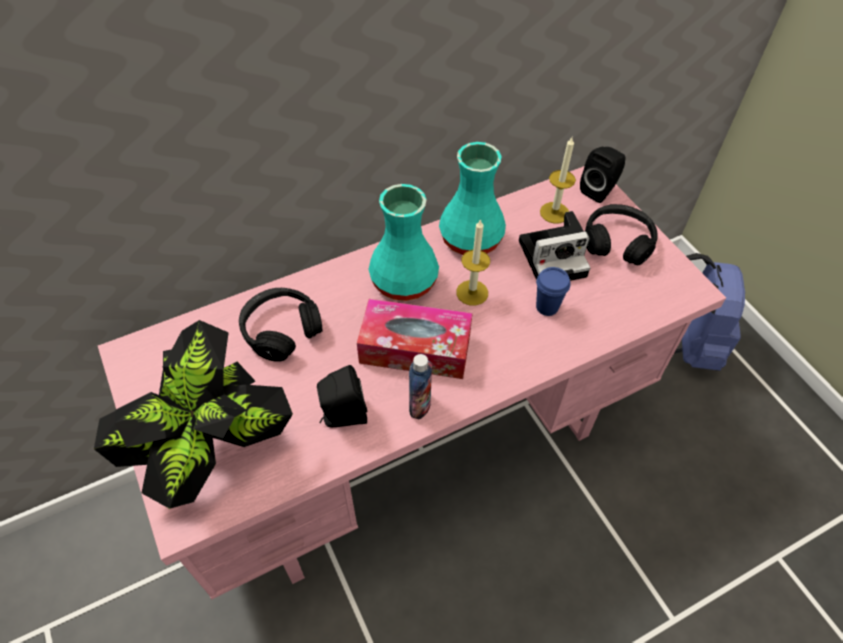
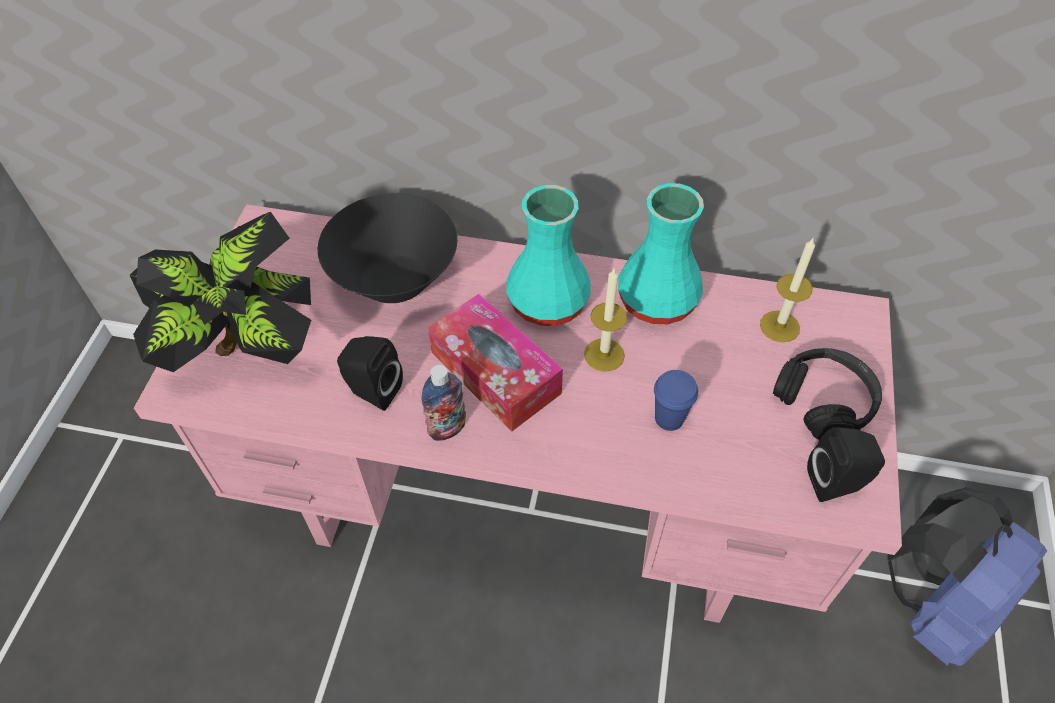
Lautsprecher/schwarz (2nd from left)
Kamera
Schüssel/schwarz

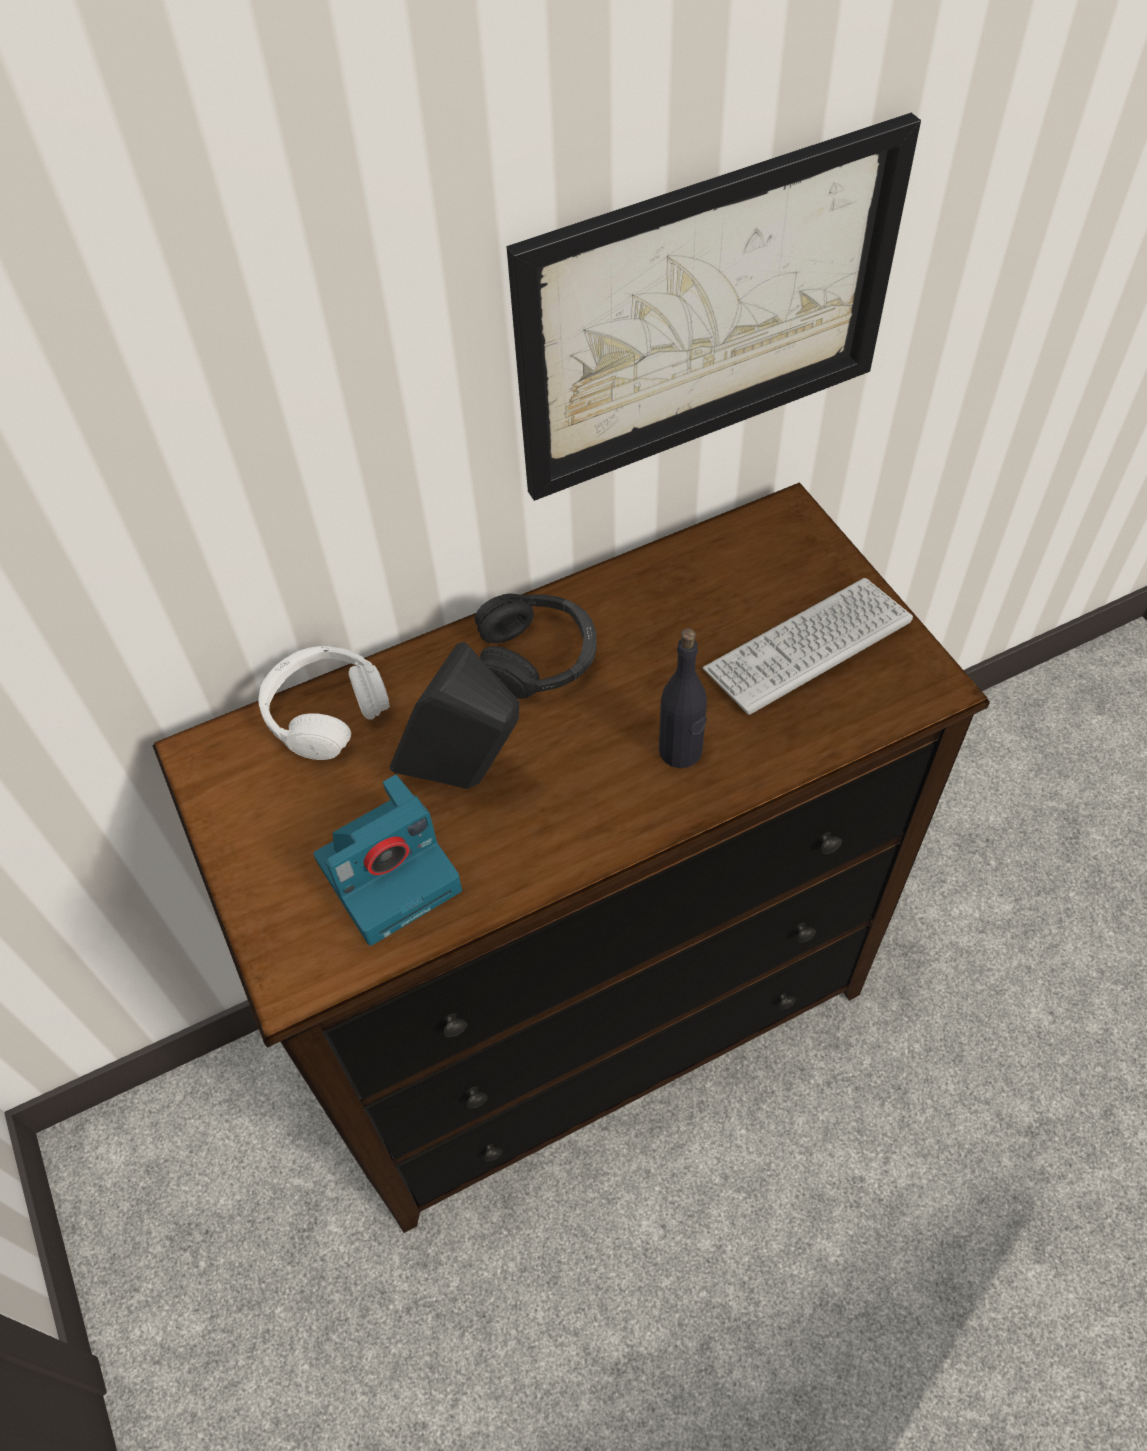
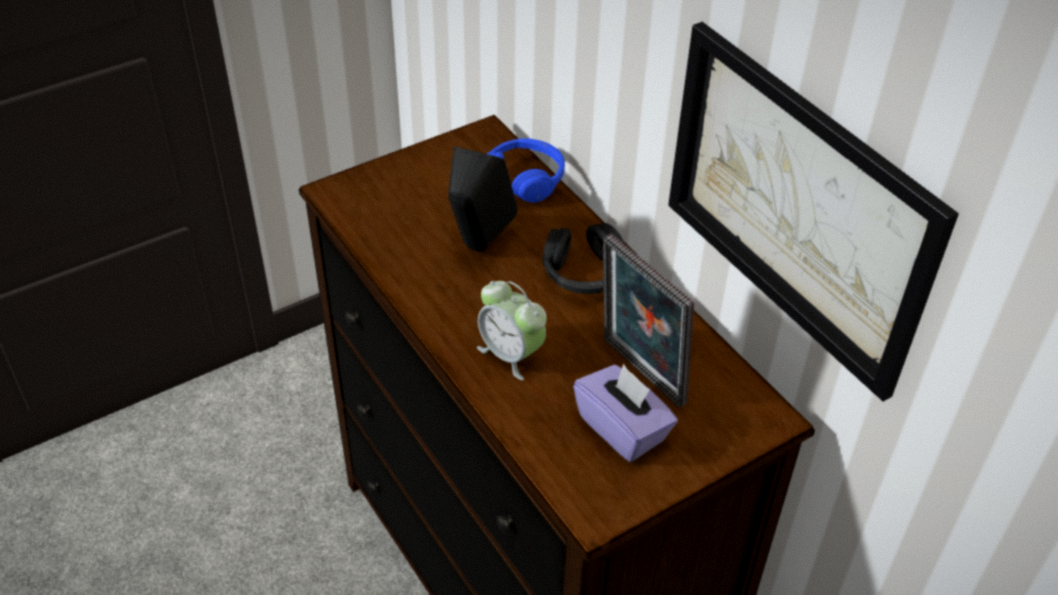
Taschentuchbox/lila
Wecker
Kopfhörer/blau
Kamera
Bilderrahmen

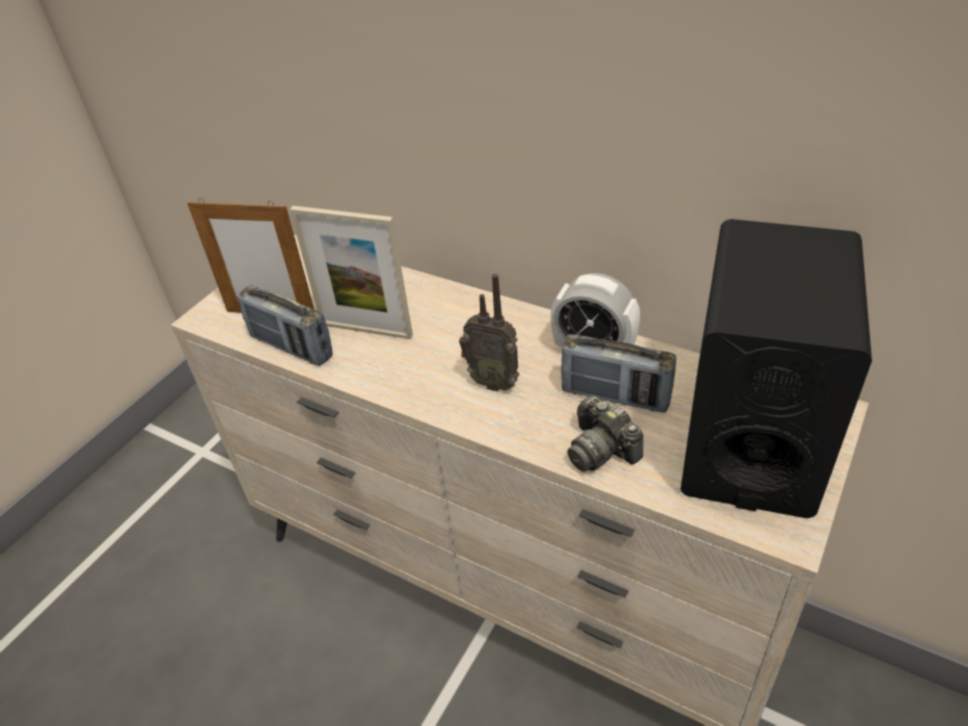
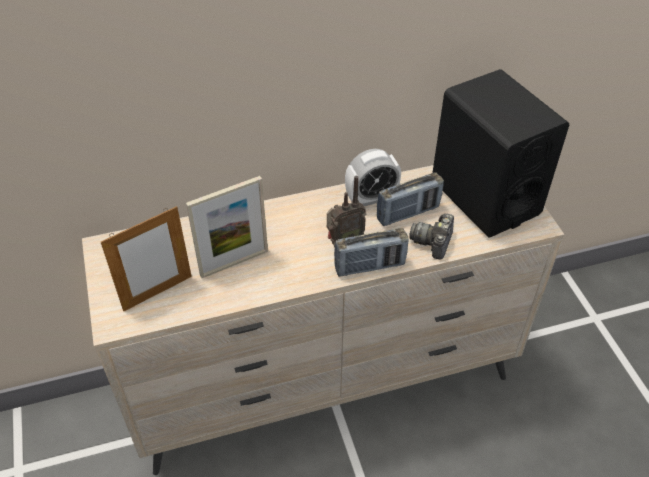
Radio (2nd from left)
Kamera

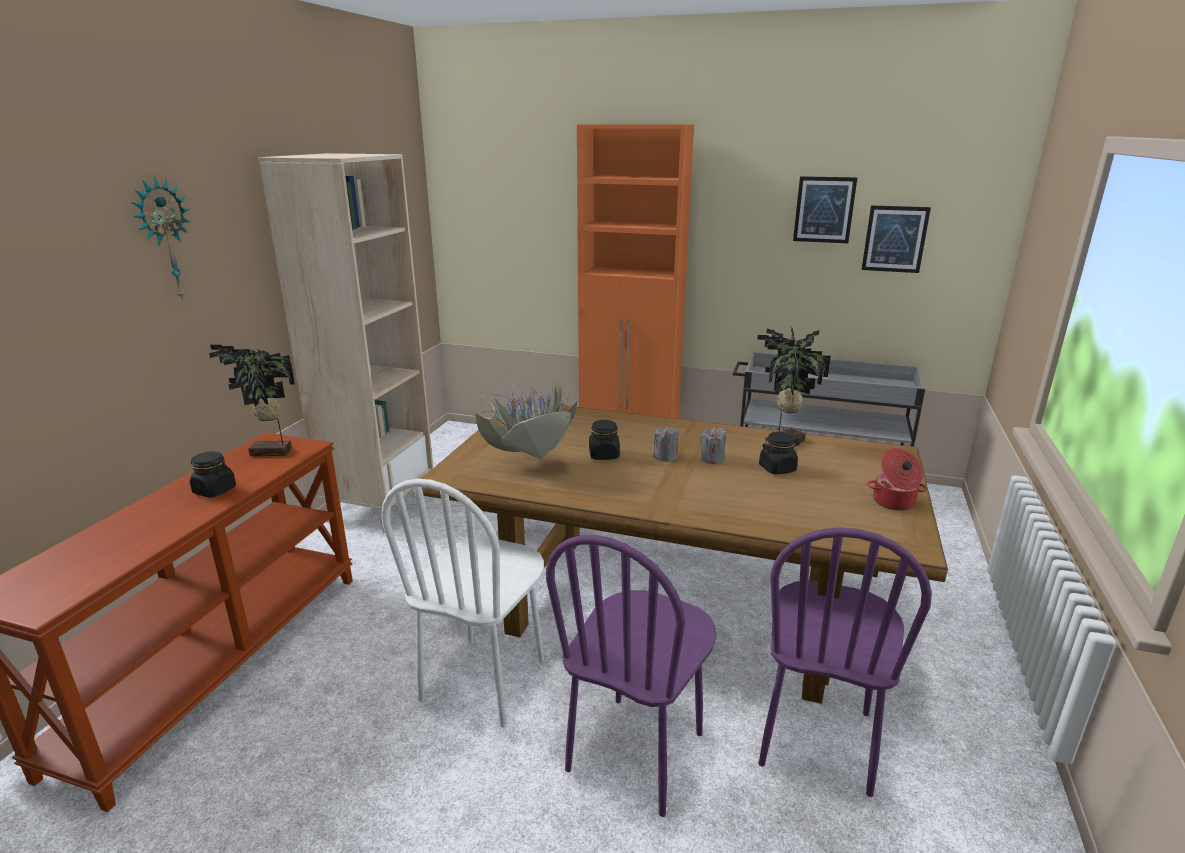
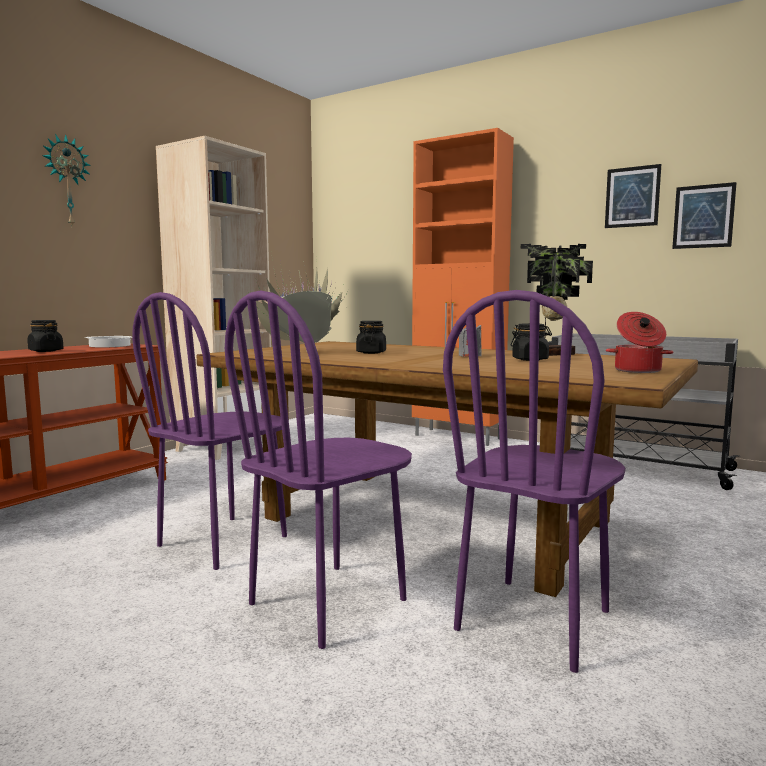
Kochtopf (1st from left)
Kerze/grau (1st from left in the first image)
Stuhl/lila (1st from left)

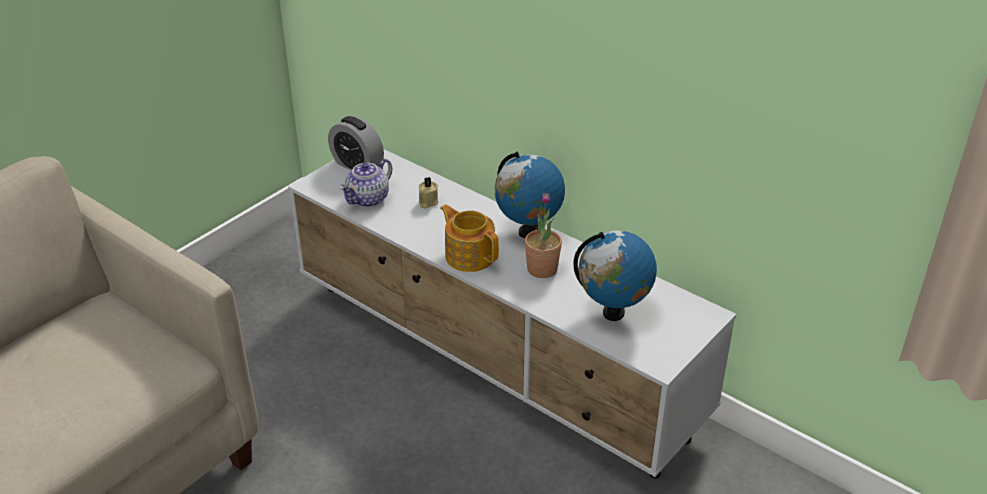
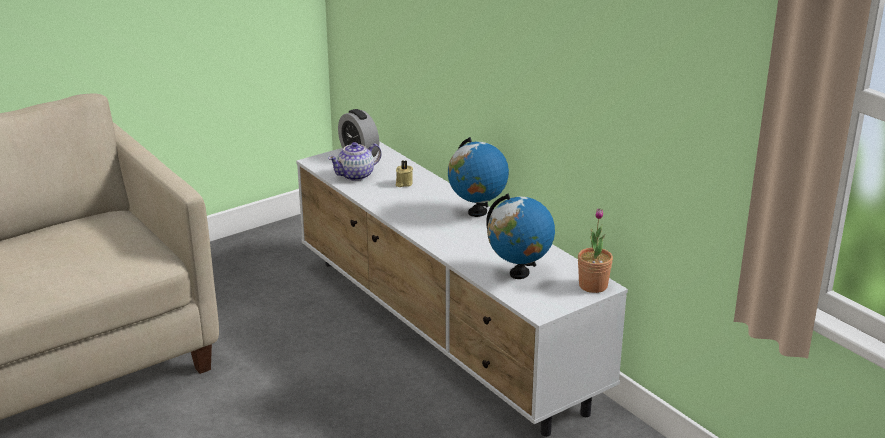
Topfpflanze
Teekanne (2nd from left in the first image)

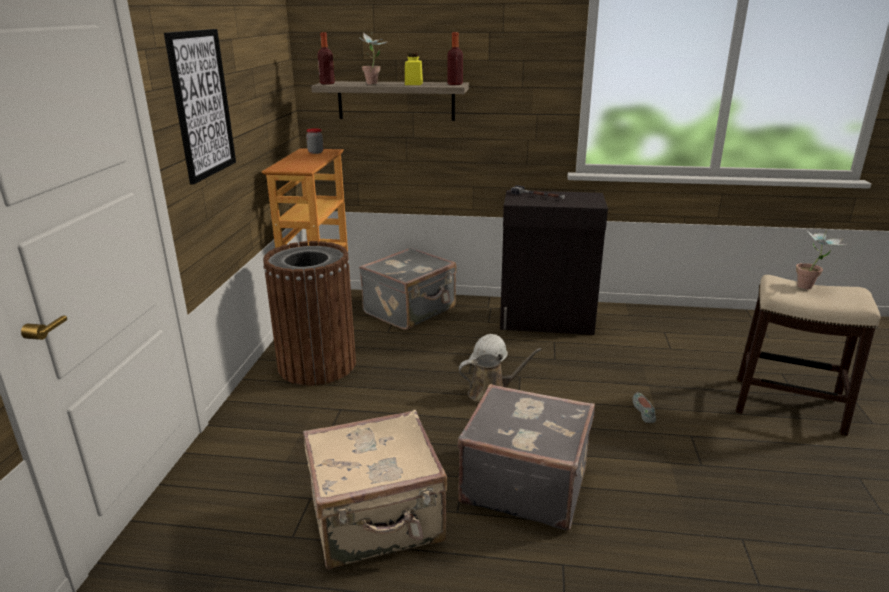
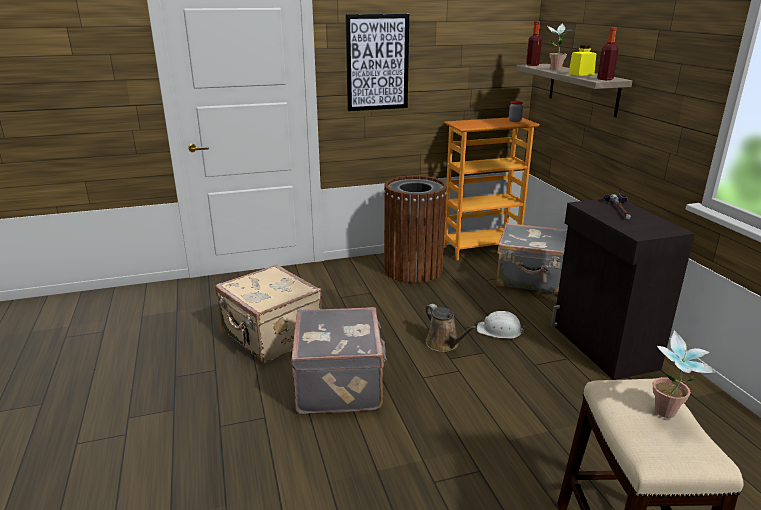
Schuh/grau

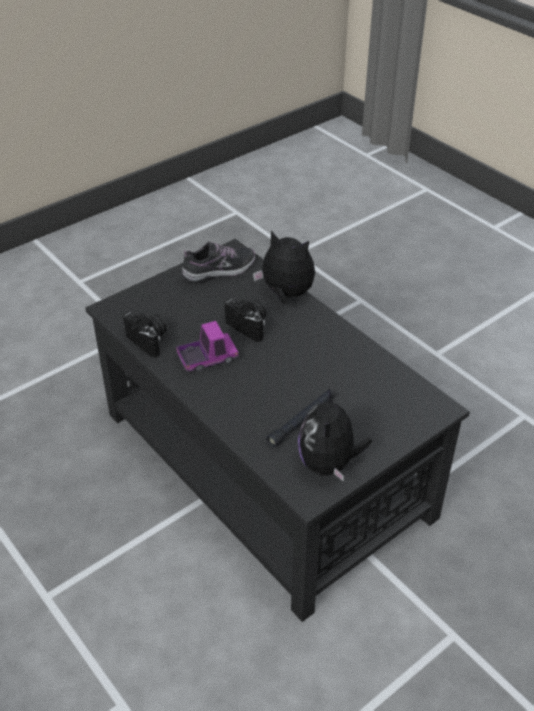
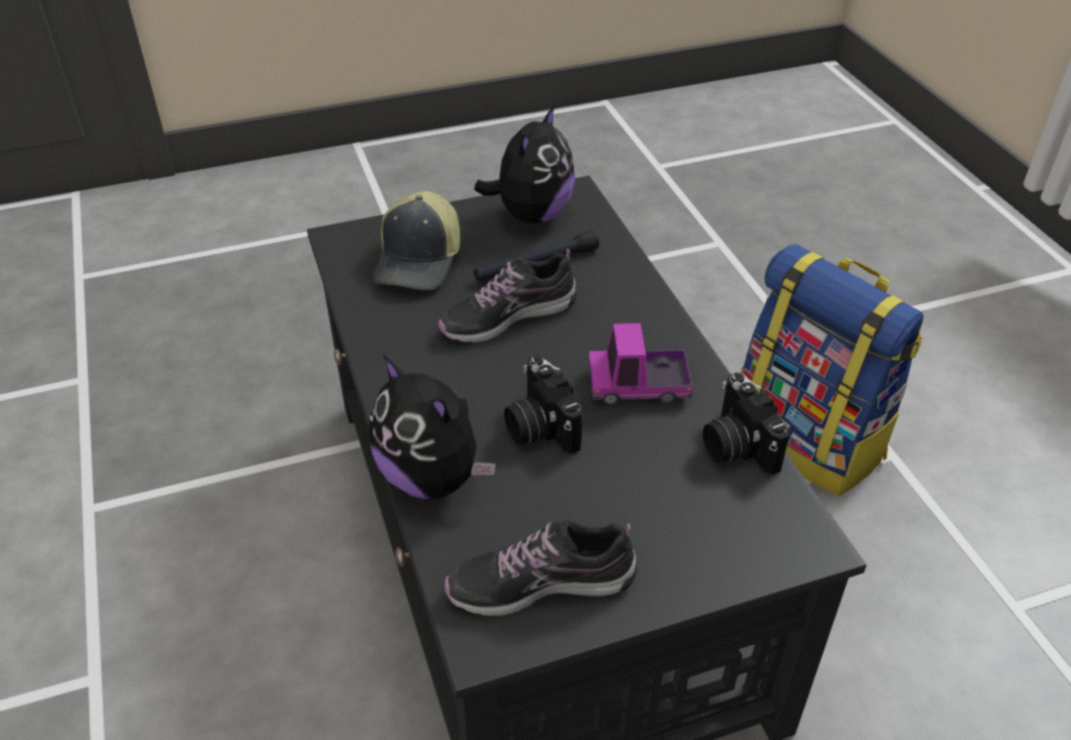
Kappe
Rucksack
Schuh (1st from left)

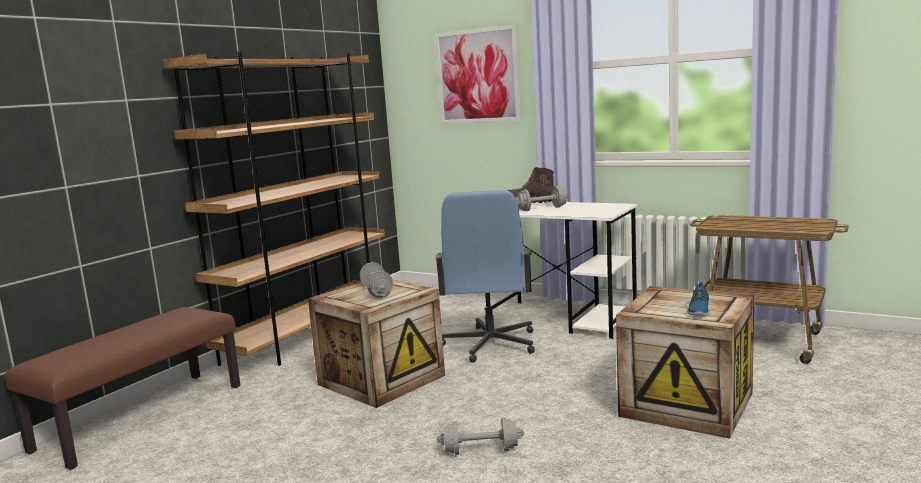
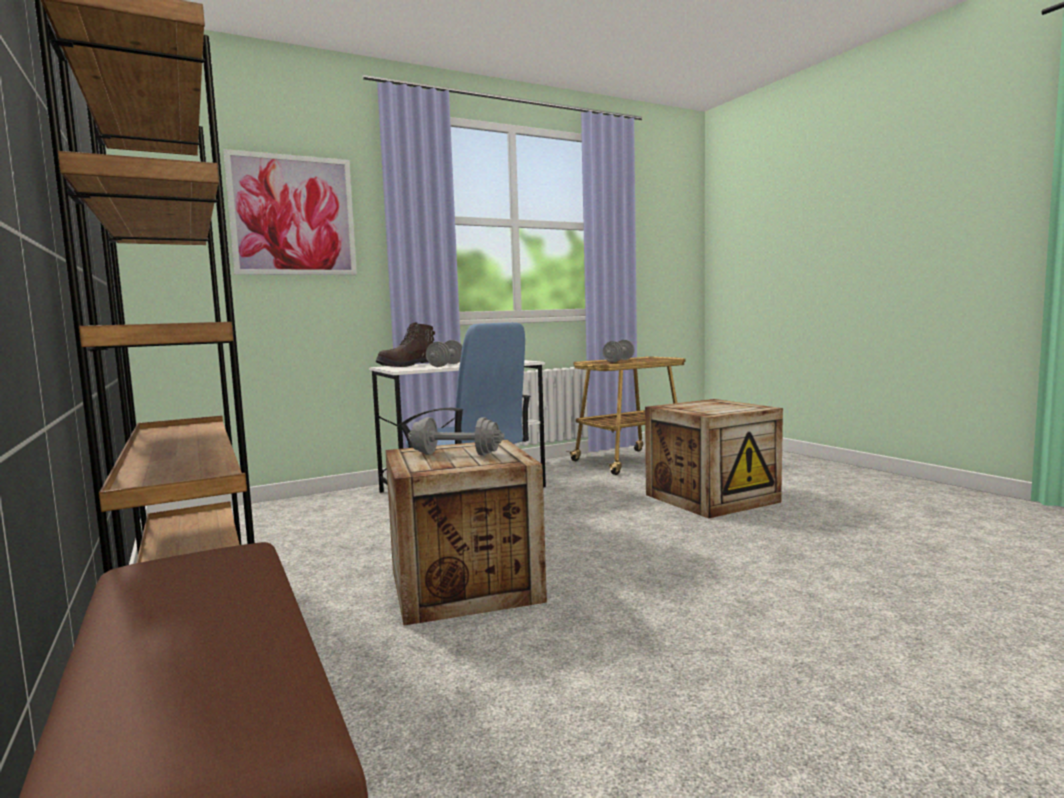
Schuh
Hantel/grau (3rd from left)

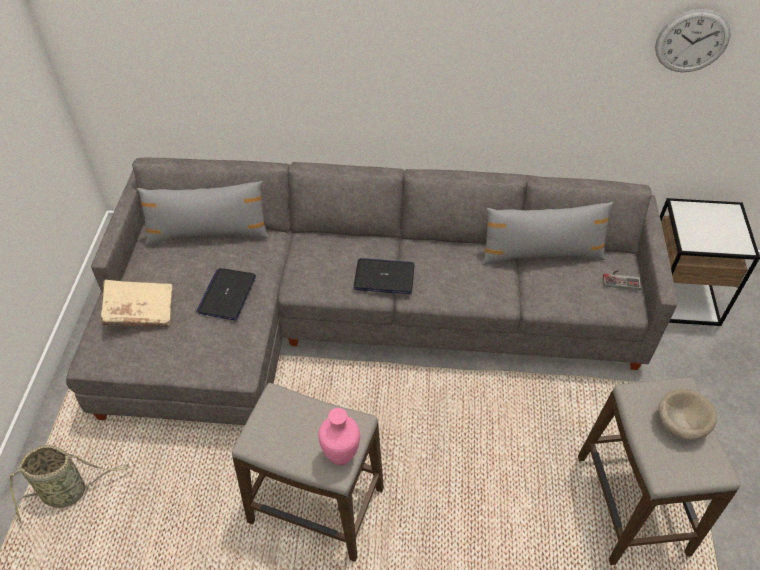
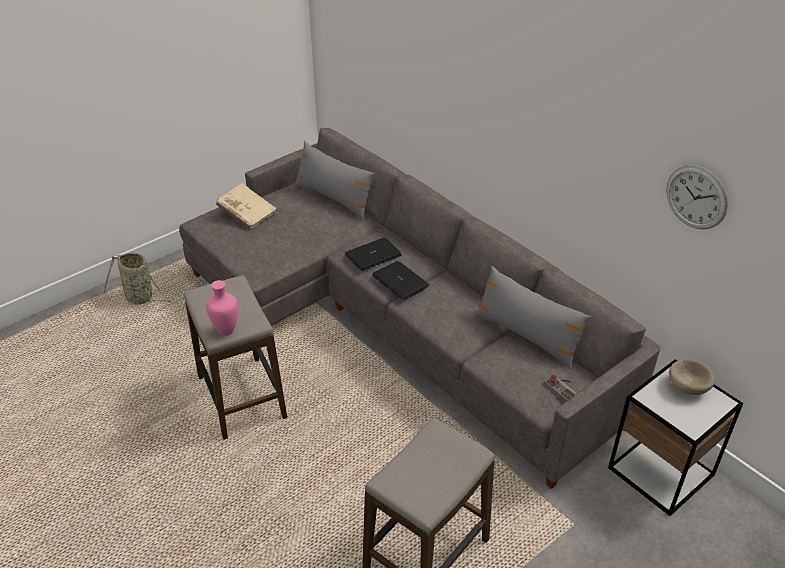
Laptop (1st from left)
Schüssel/beige

